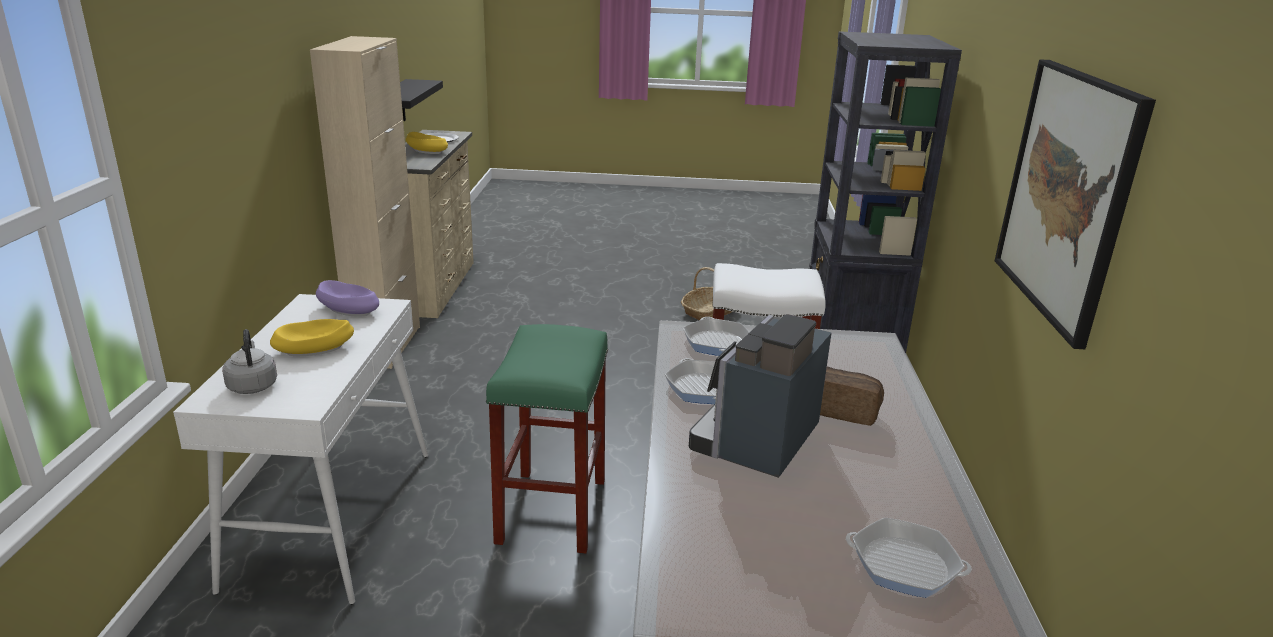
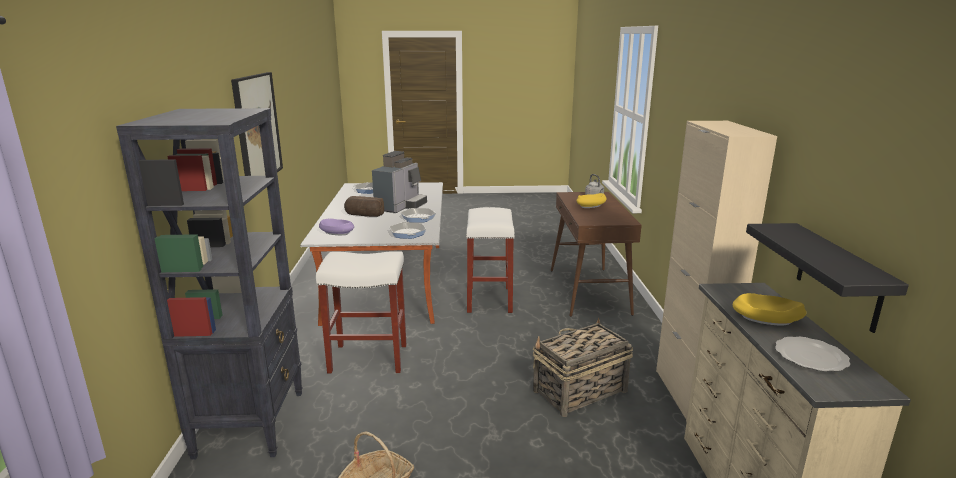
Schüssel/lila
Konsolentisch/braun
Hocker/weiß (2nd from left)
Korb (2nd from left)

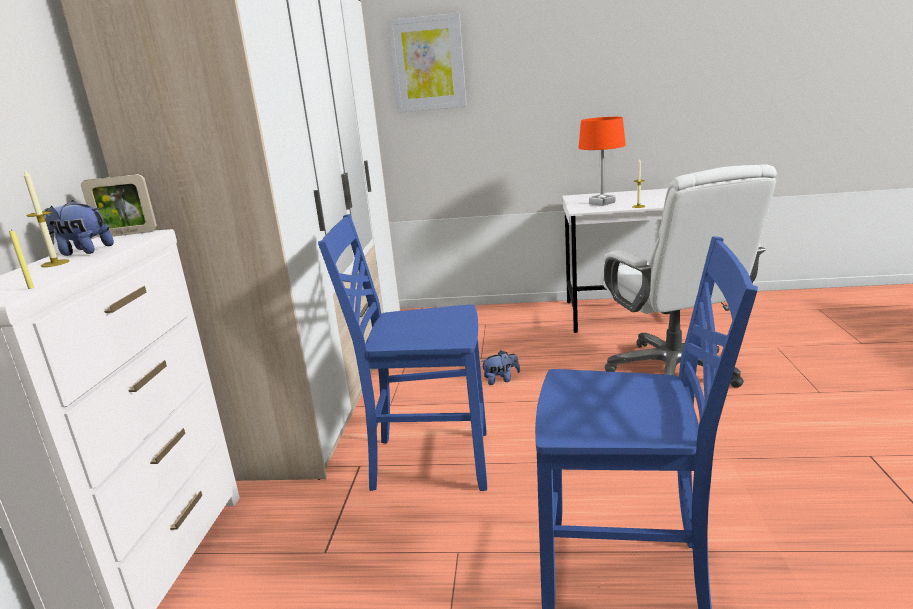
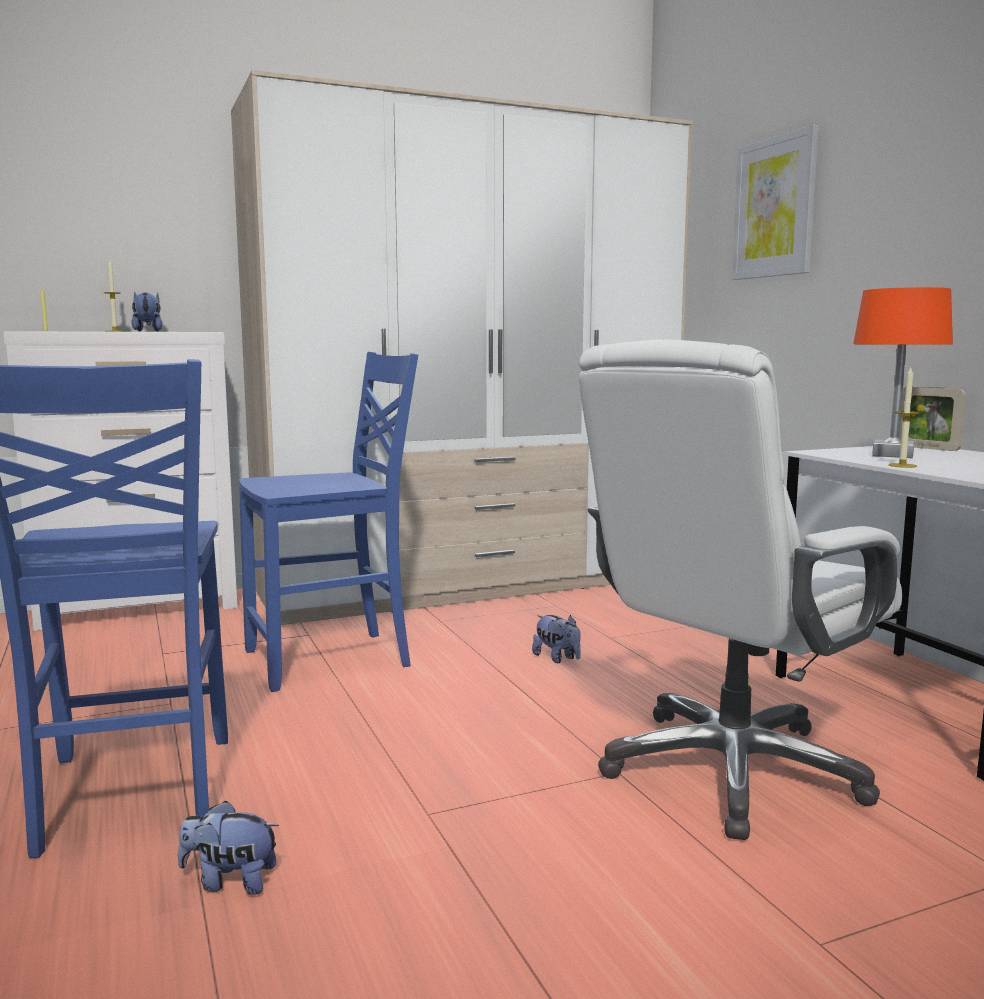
Bilderrahmen
Stuhl/blau (2nd from left)
Plüschtier (2nd from left)

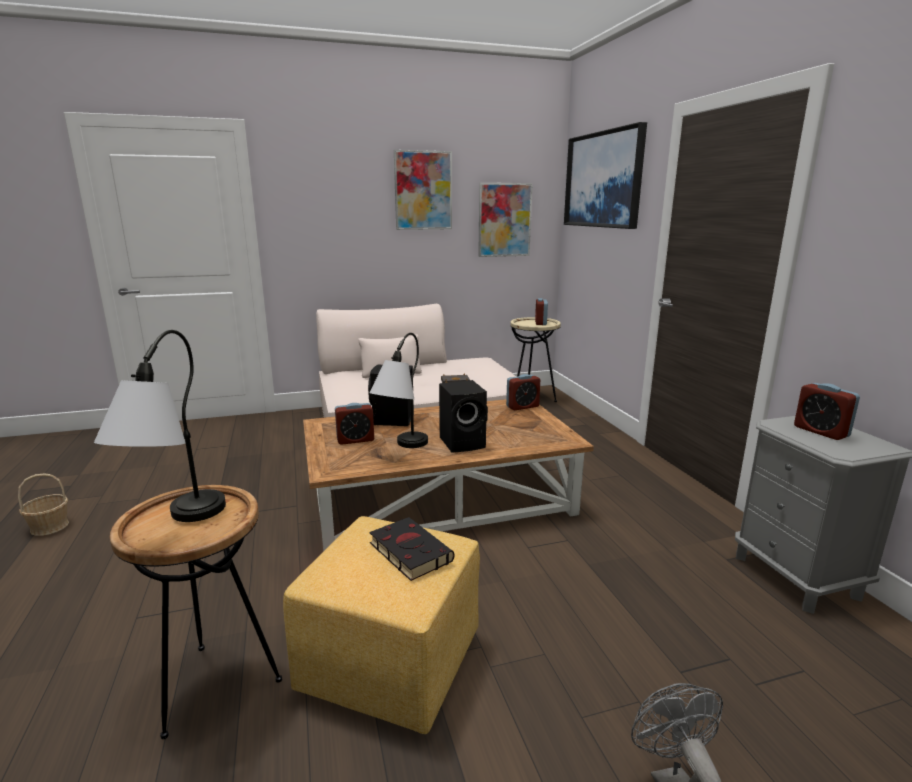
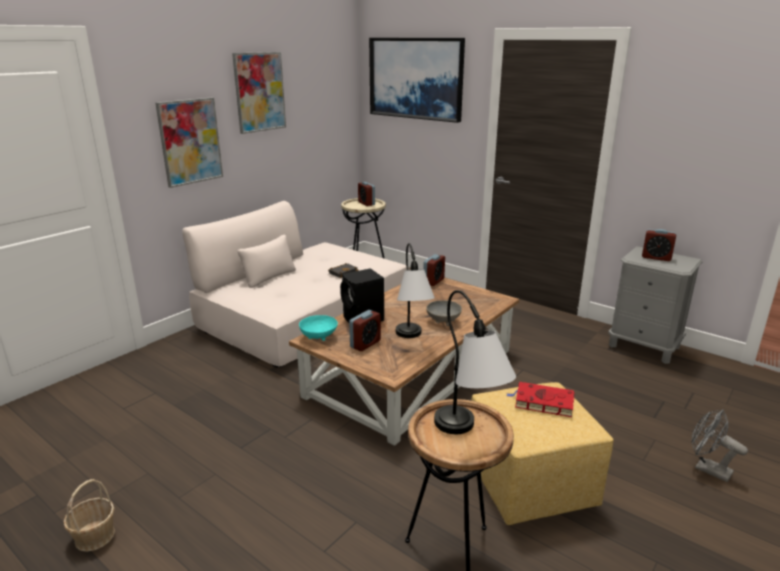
Bild (1st from left)
Schüssel/grau
Buch/rot
Schüssel/türkis

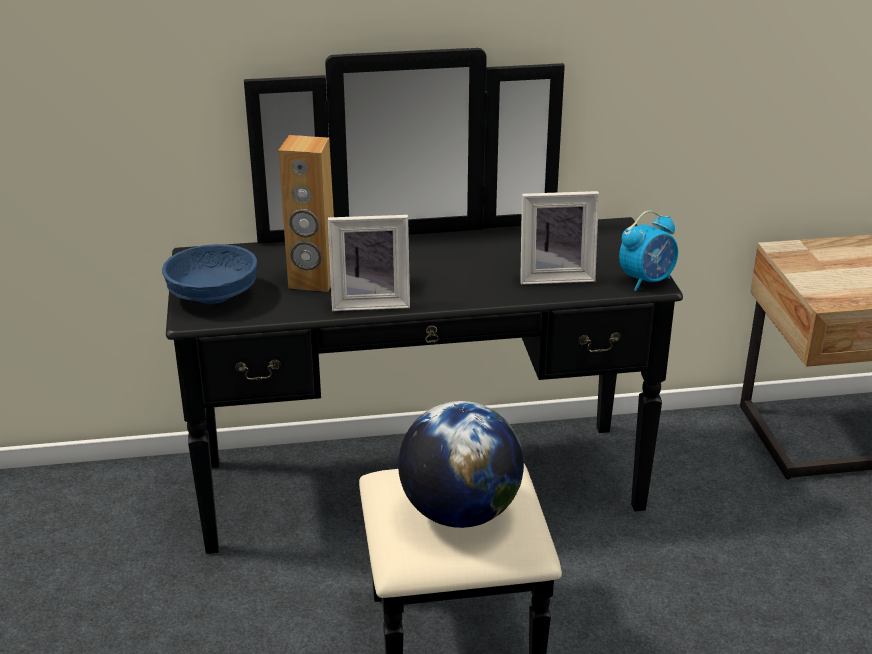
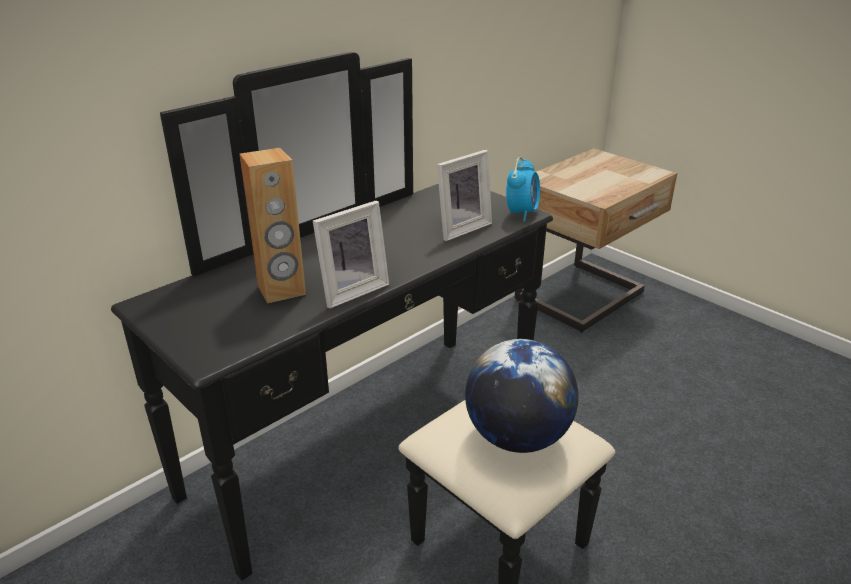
Schüssel/blau

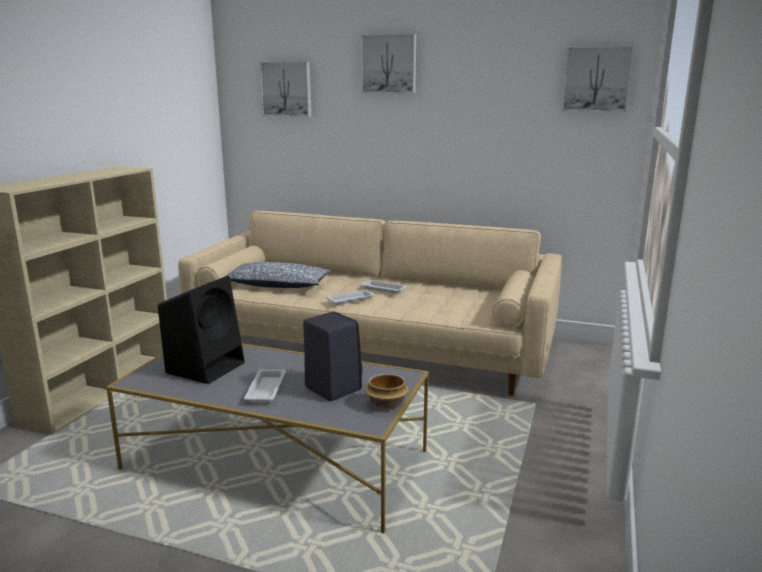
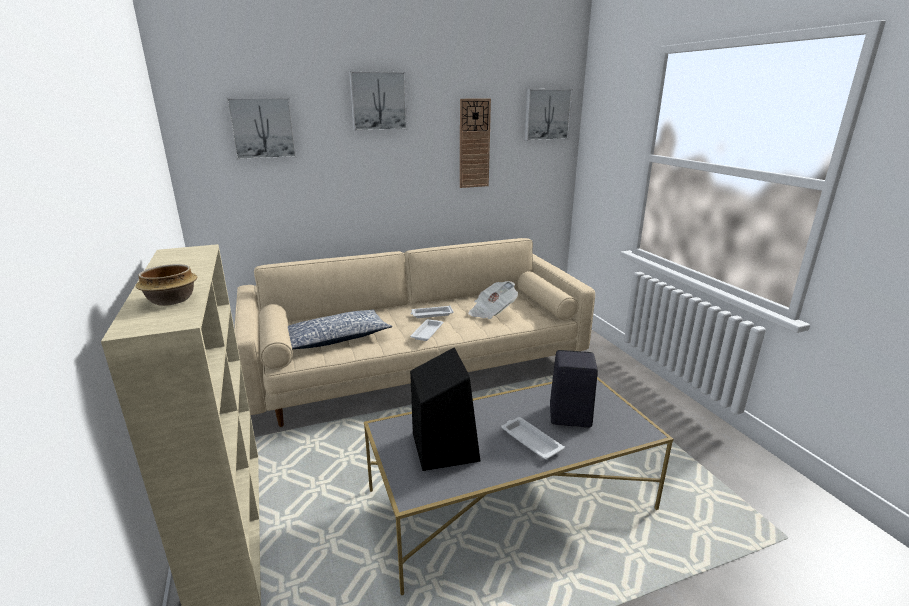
Schüssel
Wanduhr
Zeitung

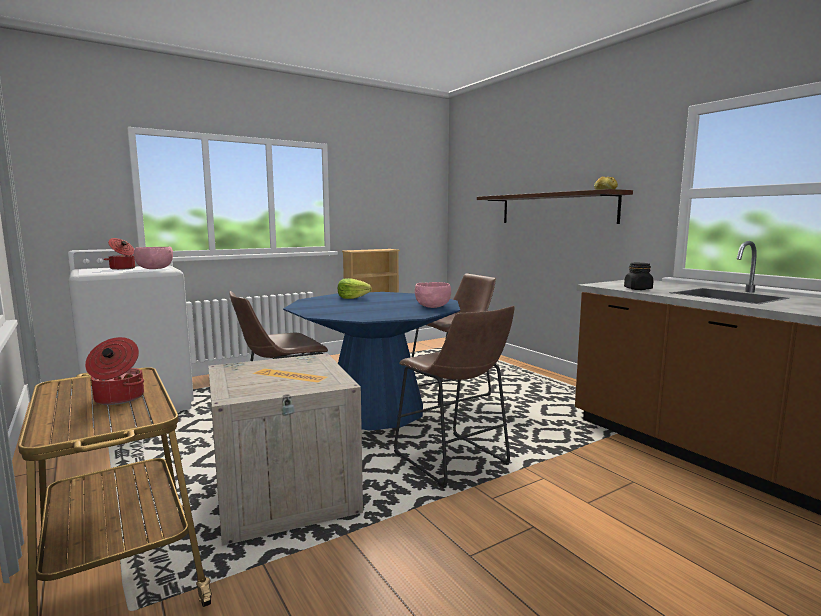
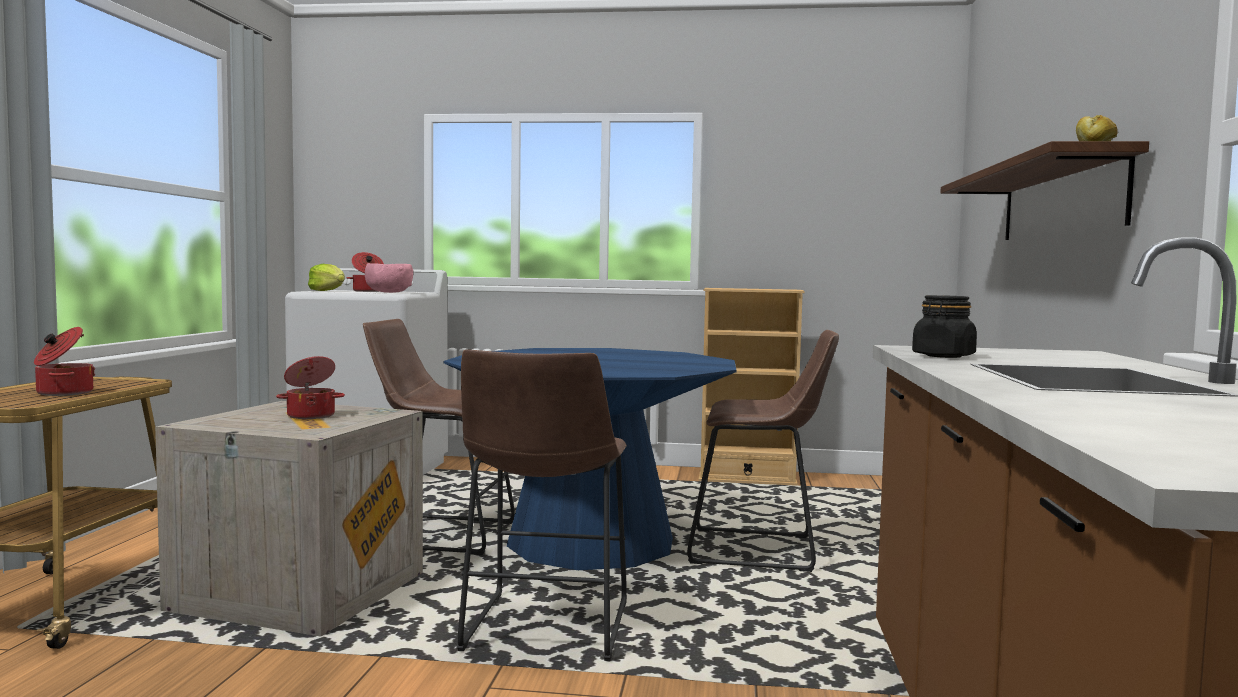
Salatkopf
Schüssel/rosa (2nd from left in the first image)
Kochtopf (2nd from left)

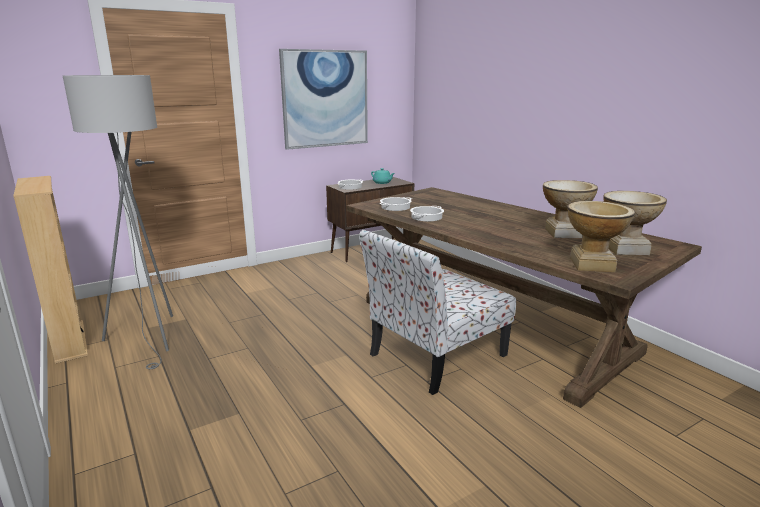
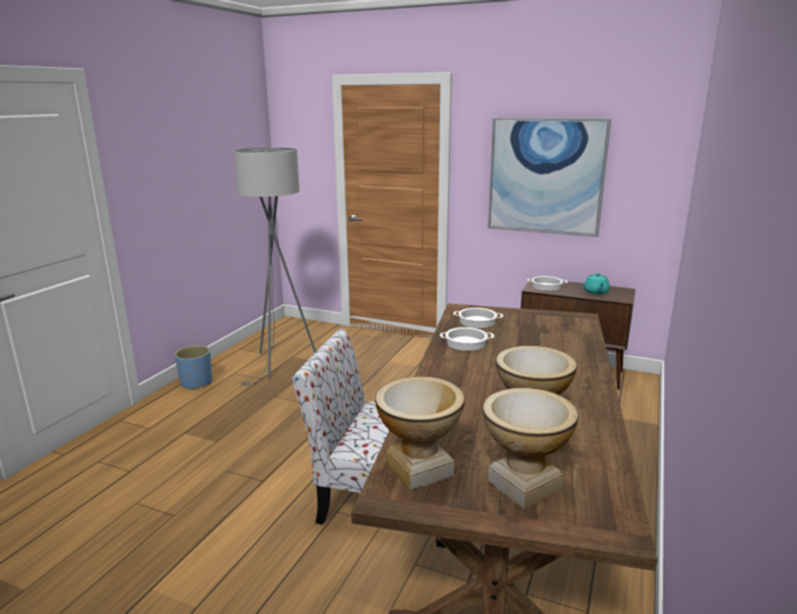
Bücherregal/beige
Pflanzkübel/blau

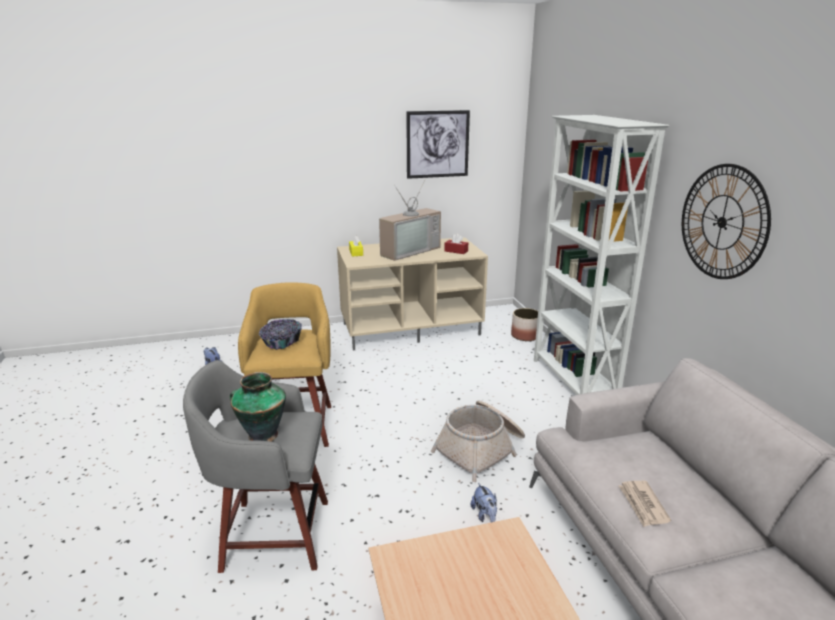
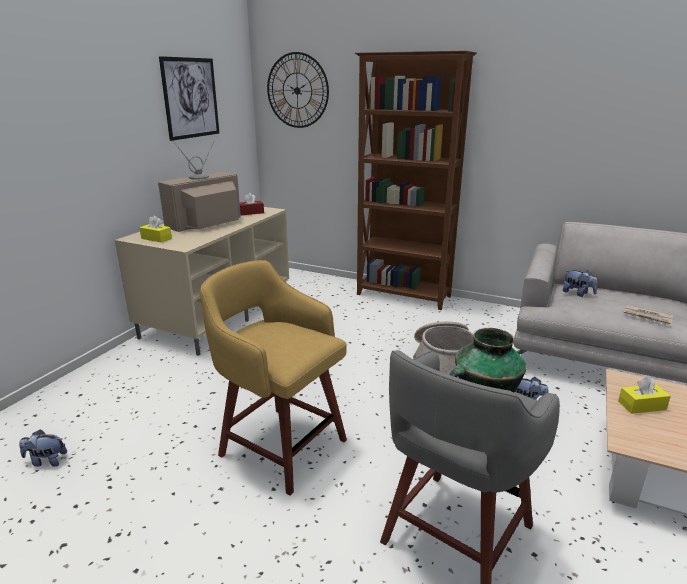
Bücherregal/braun
Wanduhr
Fernseher
Pflanzkübel
Schüssel
Plüschtier (3rd from left)
Taschentuchbox/gelb (2nd from left)

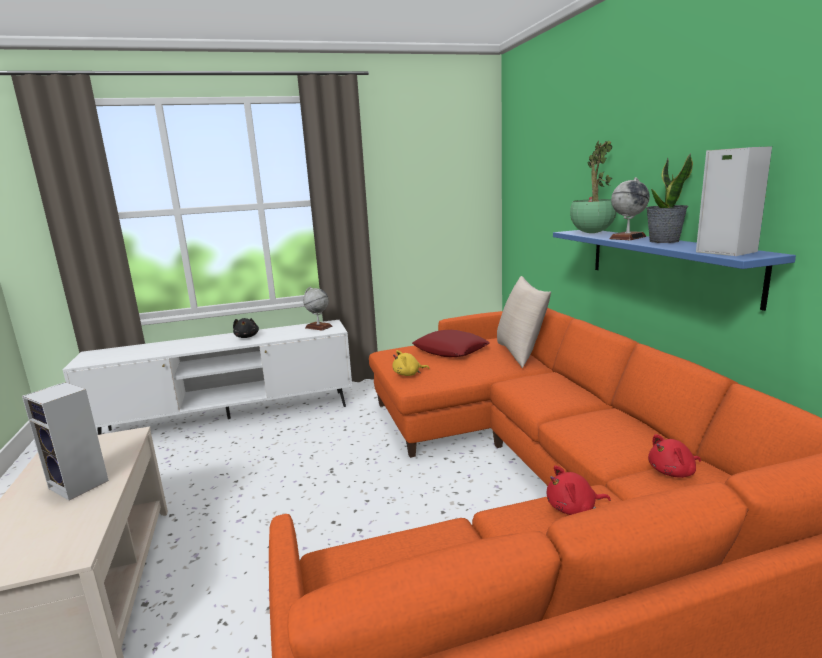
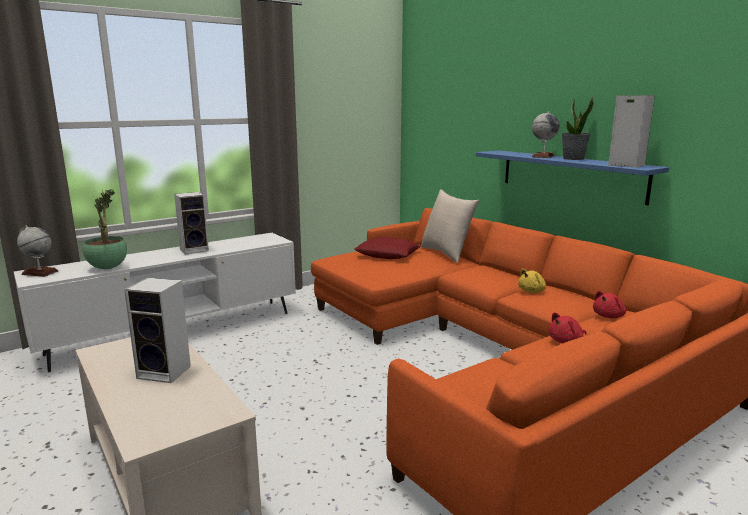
Topfpflanze (1st from left)
Globus (1st from left)
Lautsprecher (2nd from left)
Plüschtier/gelb

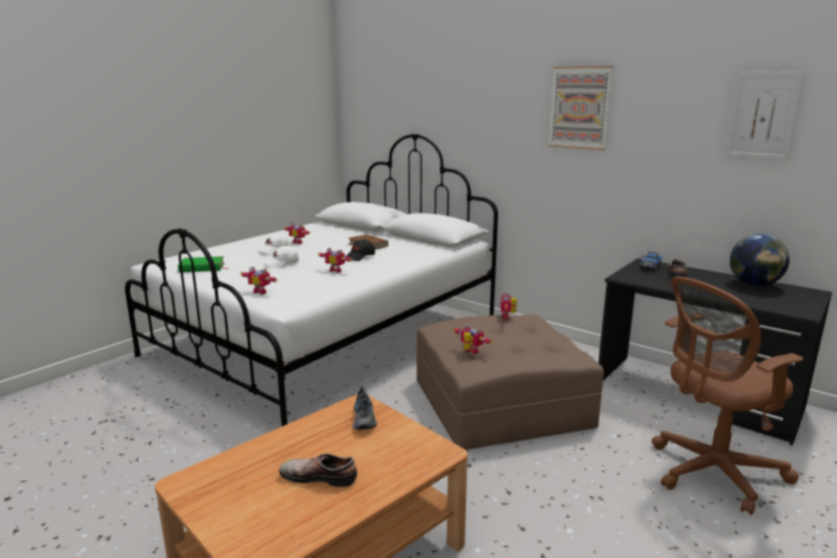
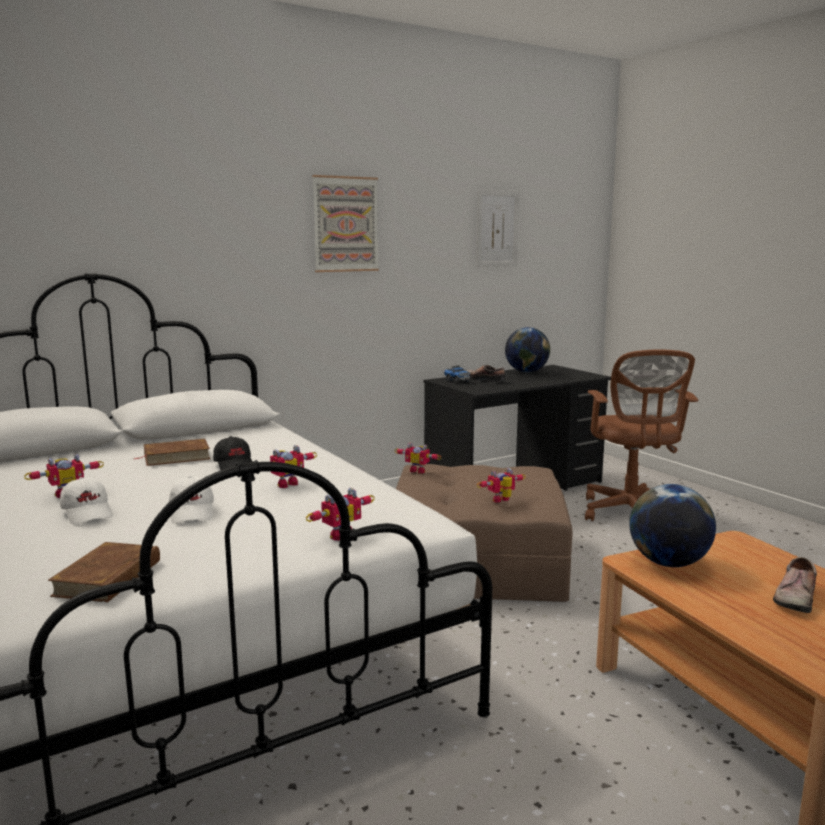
Buch/braun (1st from left)
Globus (2nd from left)

